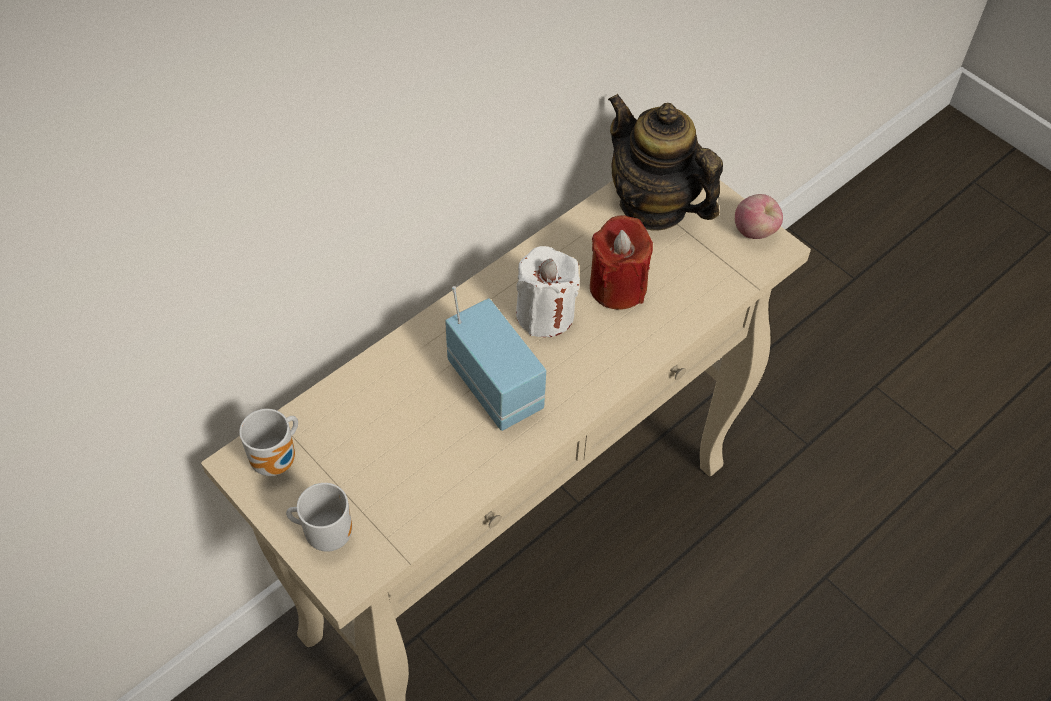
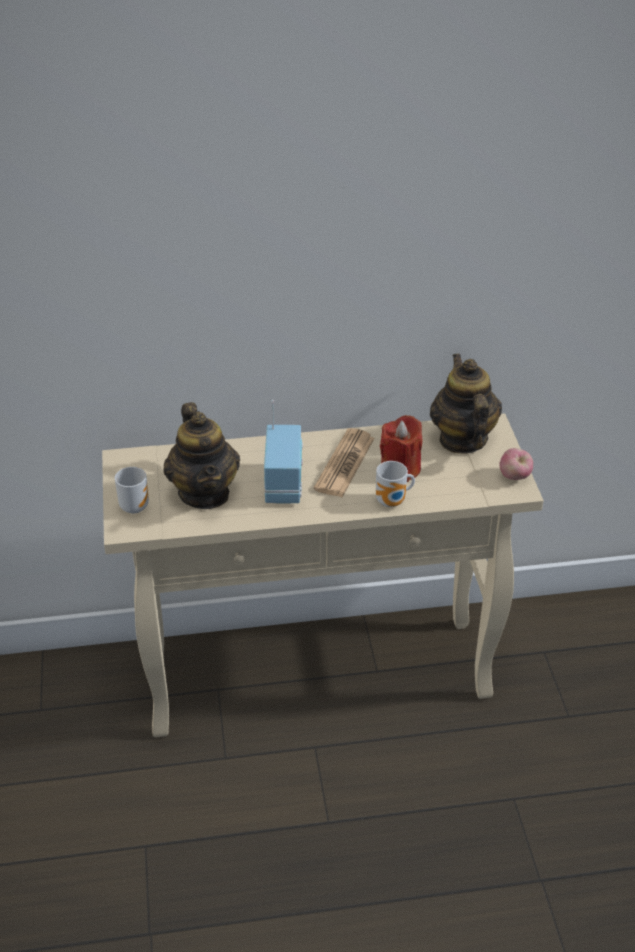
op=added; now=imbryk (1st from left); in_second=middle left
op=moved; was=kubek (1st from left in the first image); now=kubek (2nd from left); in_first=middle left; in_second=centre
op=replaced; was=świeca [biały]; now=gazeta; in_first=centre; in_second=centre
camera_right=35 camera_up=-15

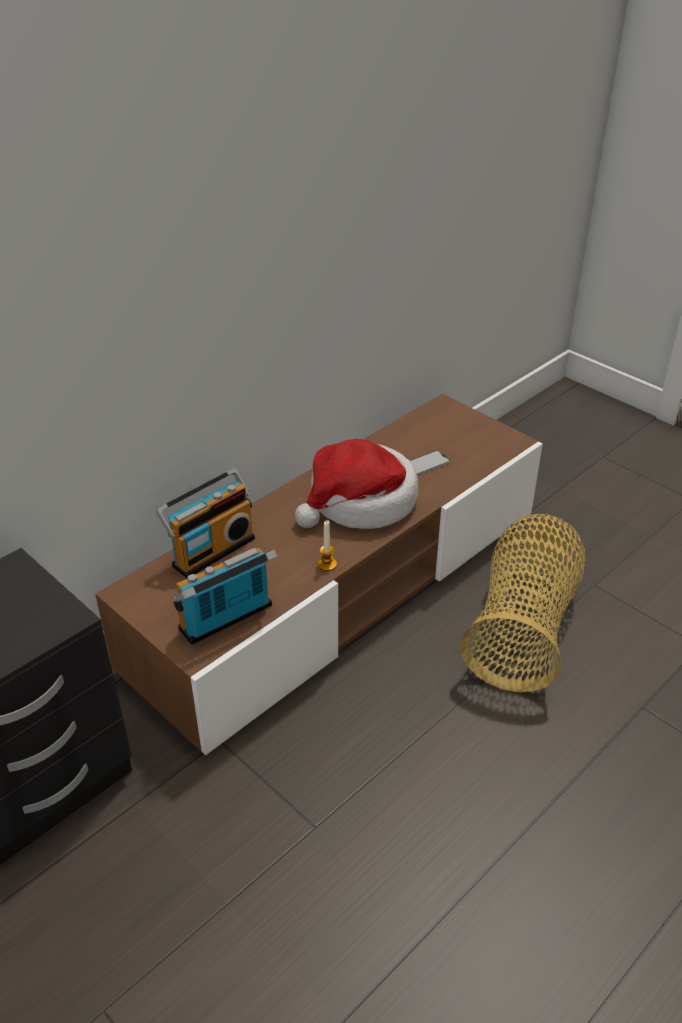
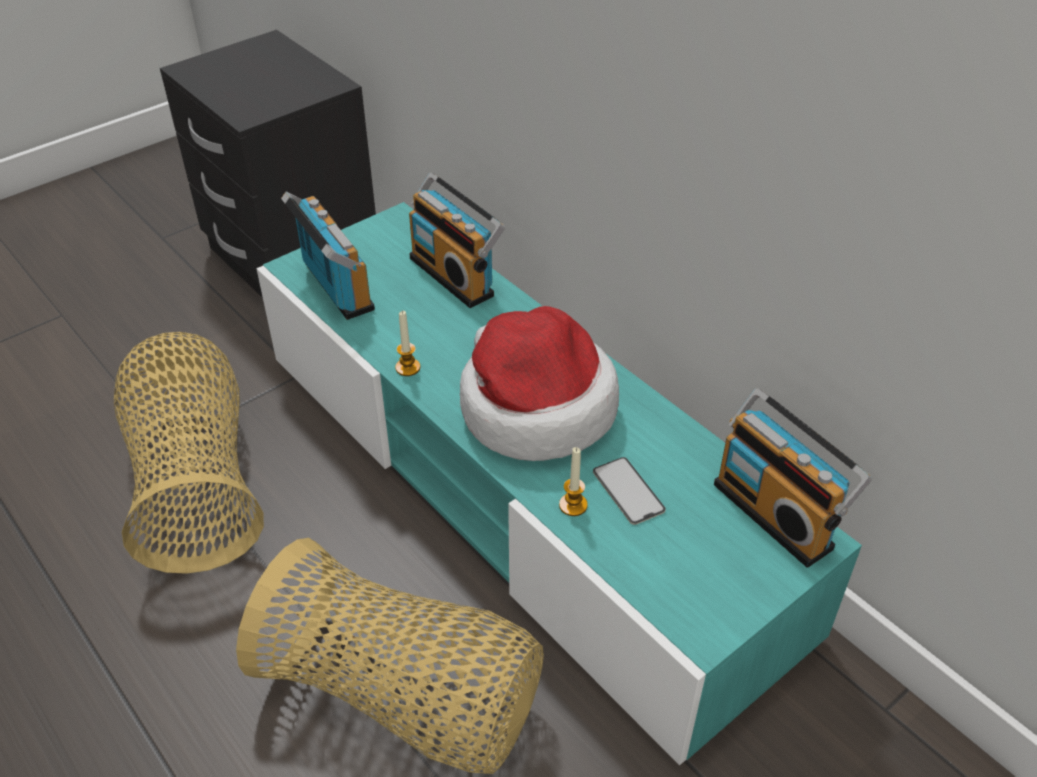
op=added; now=koszyk (1st from left); in_second=middle left
op=added; now=świeca (2nd from left); in_second=centre
op=added; now=radio (3rd from left); in_second=middle right
op=recoloured; was=szafka pod telewizor [brązowy]; now=szafka pod telewizor [turkusowy]; in_first=centre; in_second=centre
camera_right=95 camera_up=5

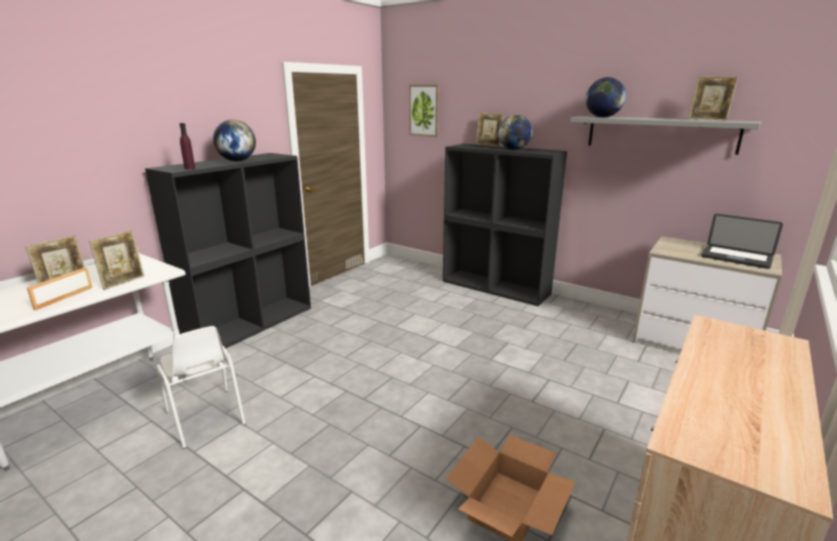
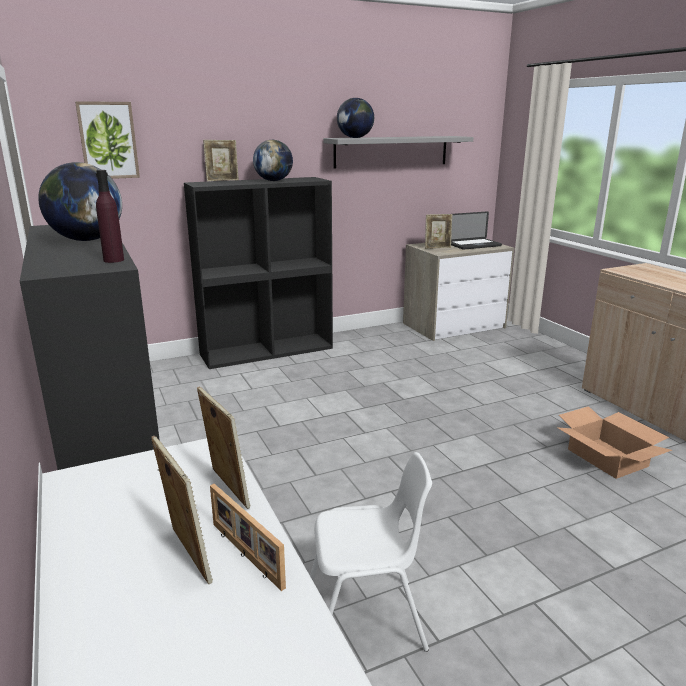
op=moved; was=ramka na zdjęcie (5th from left); in_first=top right; in_second=centre
camera_right=-60 camera_up=0

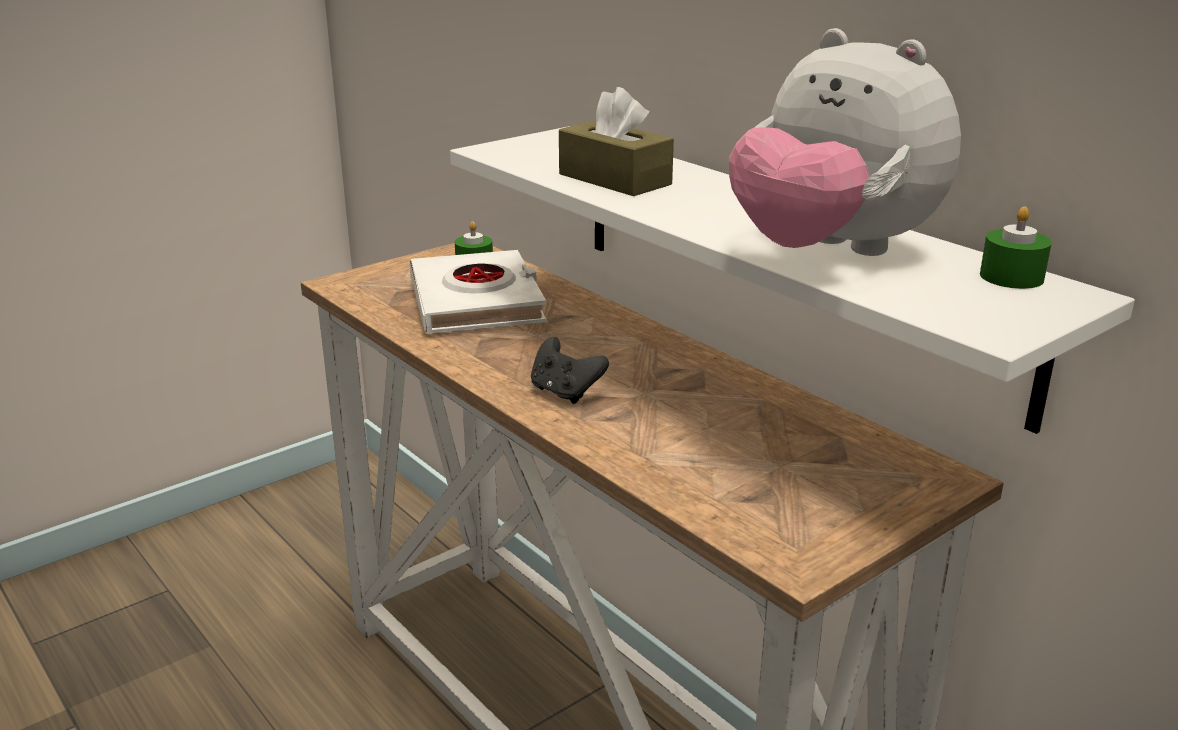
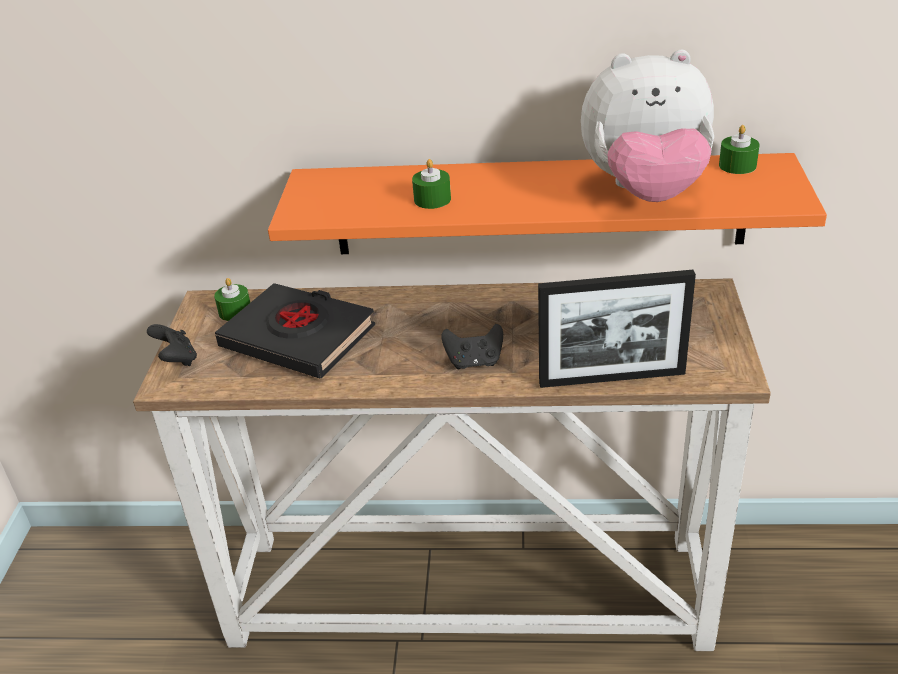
op=added; now=pad do gier [czarny] (1st from left); in_second=middle left
op=added; now=ramka na zdjęcie; in_second=middle right
op=replaced; was=pudełko chusteczek [brązowy]; now=świeca [zielony] (2nd from left); in_first=top centre; in_second=top centre
op=recoloured; was=książka [biały]; now=książka [czarny]; in_first=centre; in_second=middle left
op=recoloured; was=półka [biały]; now=półka [pomarańczowy]; in_first=middle right; in_second=top centre
camera_right=-45 camera_up=10

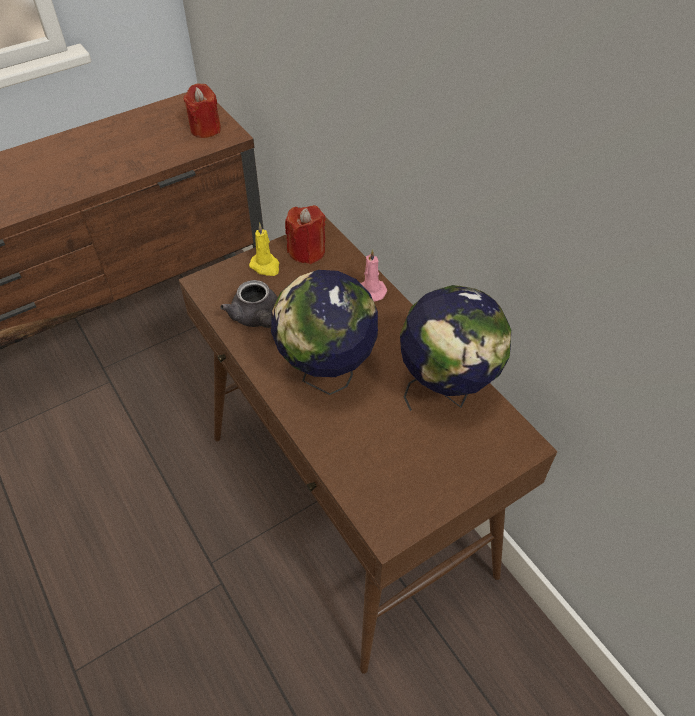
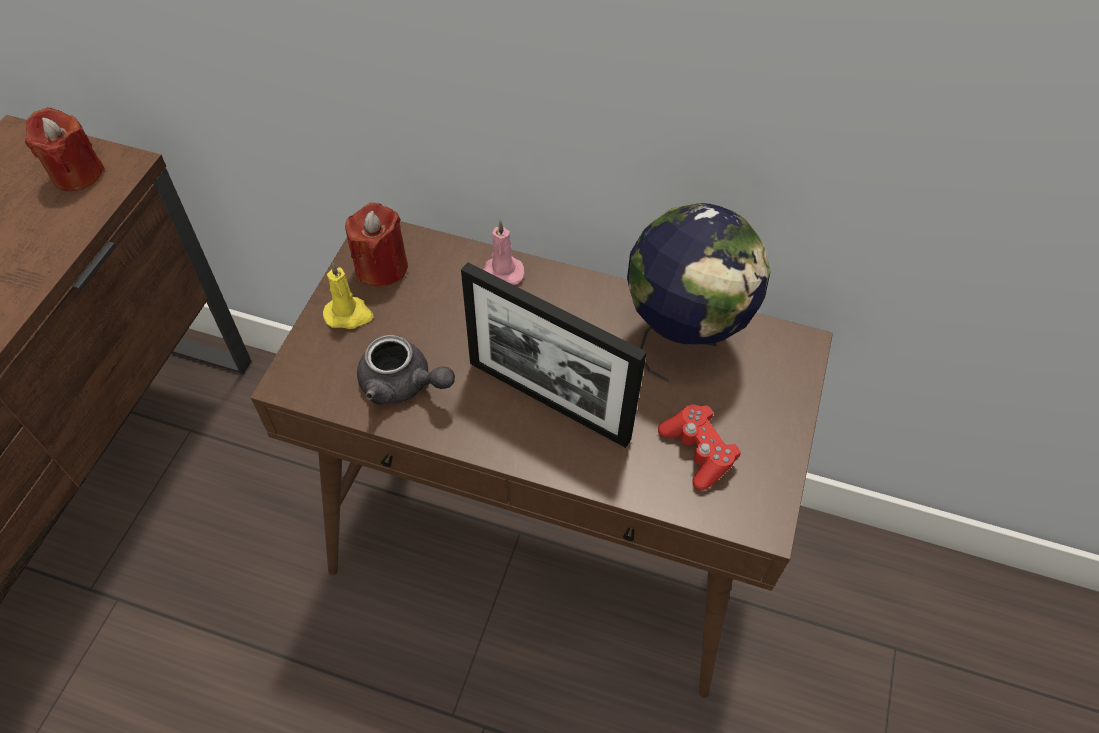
op=added; now=pad do gier [czerwony]; in_second=centre
op=replaced; was=globus (1st from left); now=ramka na zdjęcie; in_first=centre; in_second=centre
camera_right=-40 camera_up=5

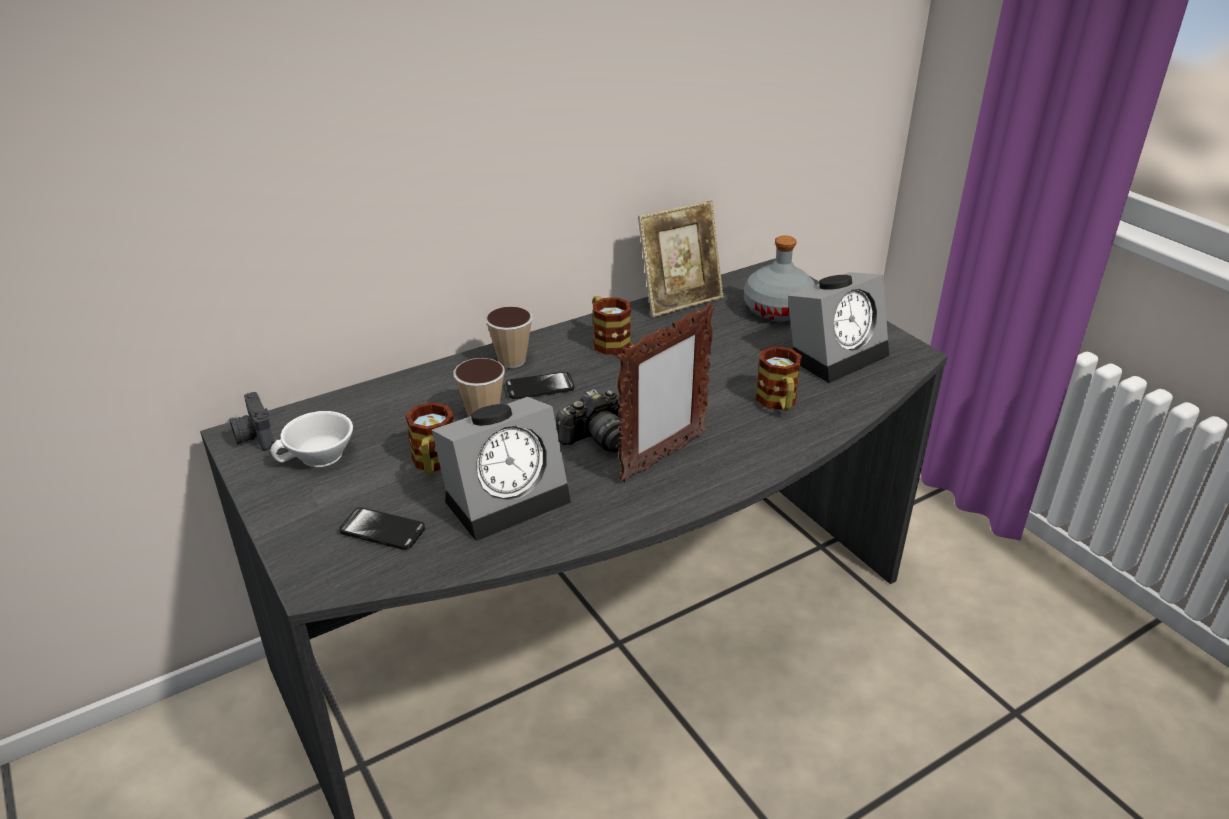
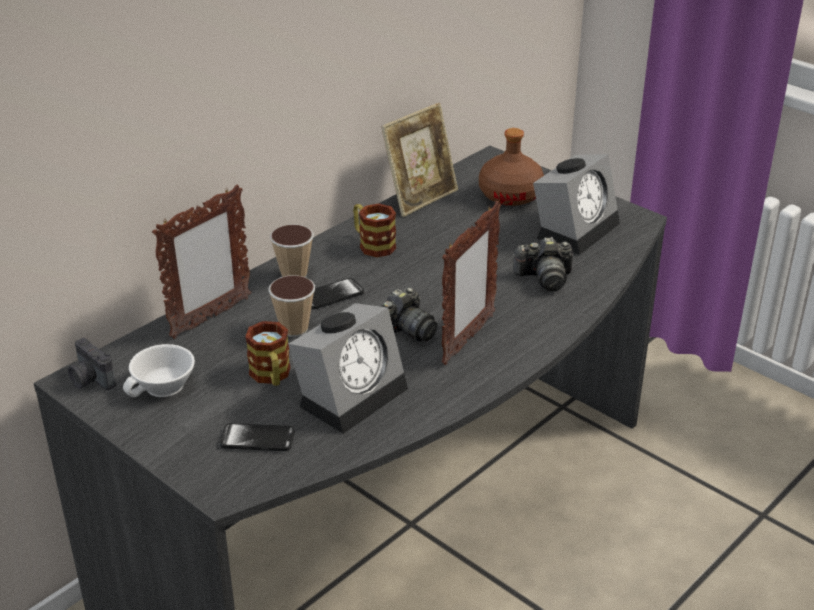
op=added; now=ramka na zdjęcie (1st from left); in_second=middle left
op=replaced; was=kubek (3rd from left); now=aparat fotograficzny (3rd from left); in_first=centre; in_second=middle right
op=recoloured; was=butelka [szary]; now=butelka [brązowy]; in_first=centre; in_second=top centre
camera_right=-15 camera_up=0

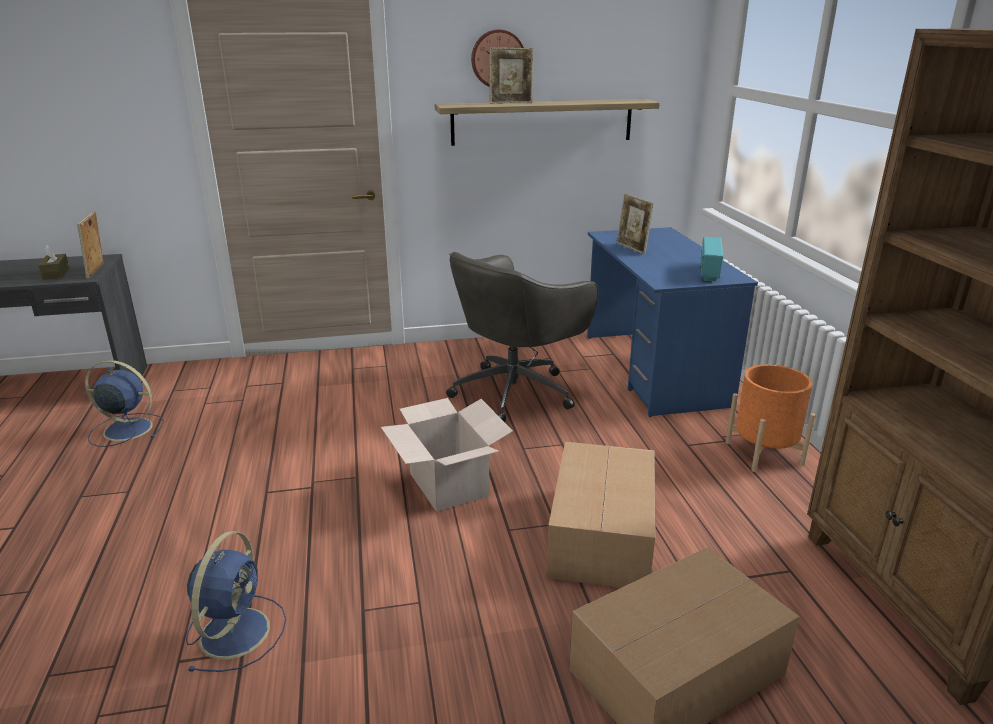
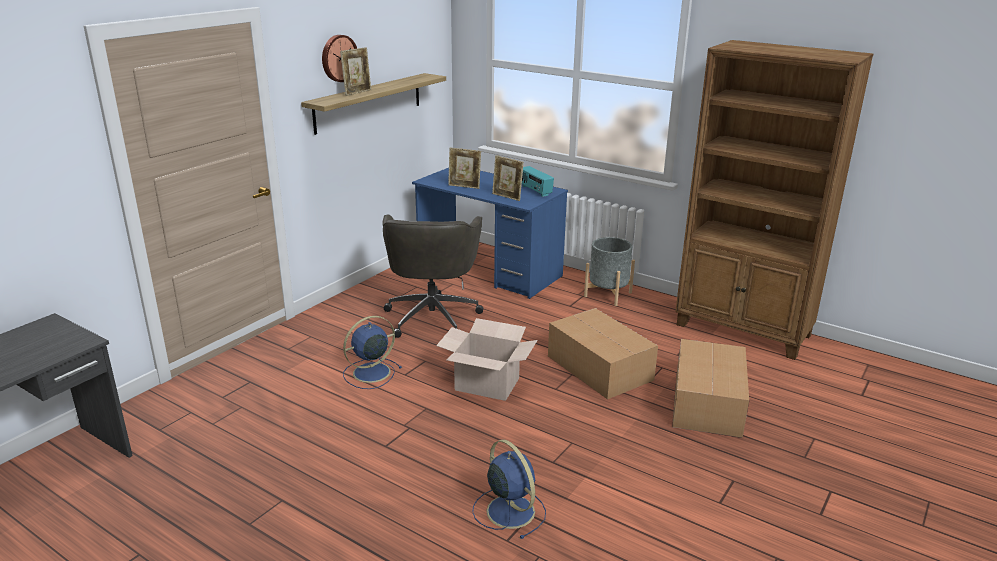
op=removed; was=pudełko chusteczek [brązowy]; in_first=middle left
op=moved; was=ramka na zdjęcie (1st from left in the first image); now=ramka na zdjęcie (3rd from left); in_first=middle left; in_second=top centre
op=moved; was=wentylator [niebieski] (1st from left); in_first=middle left; in_second=centre
op=recoloured; was=donica [pomarańczowy]; now=donica [szary]; in_first=middle right; in_second=centre
camera_right=-45 camera_up=0

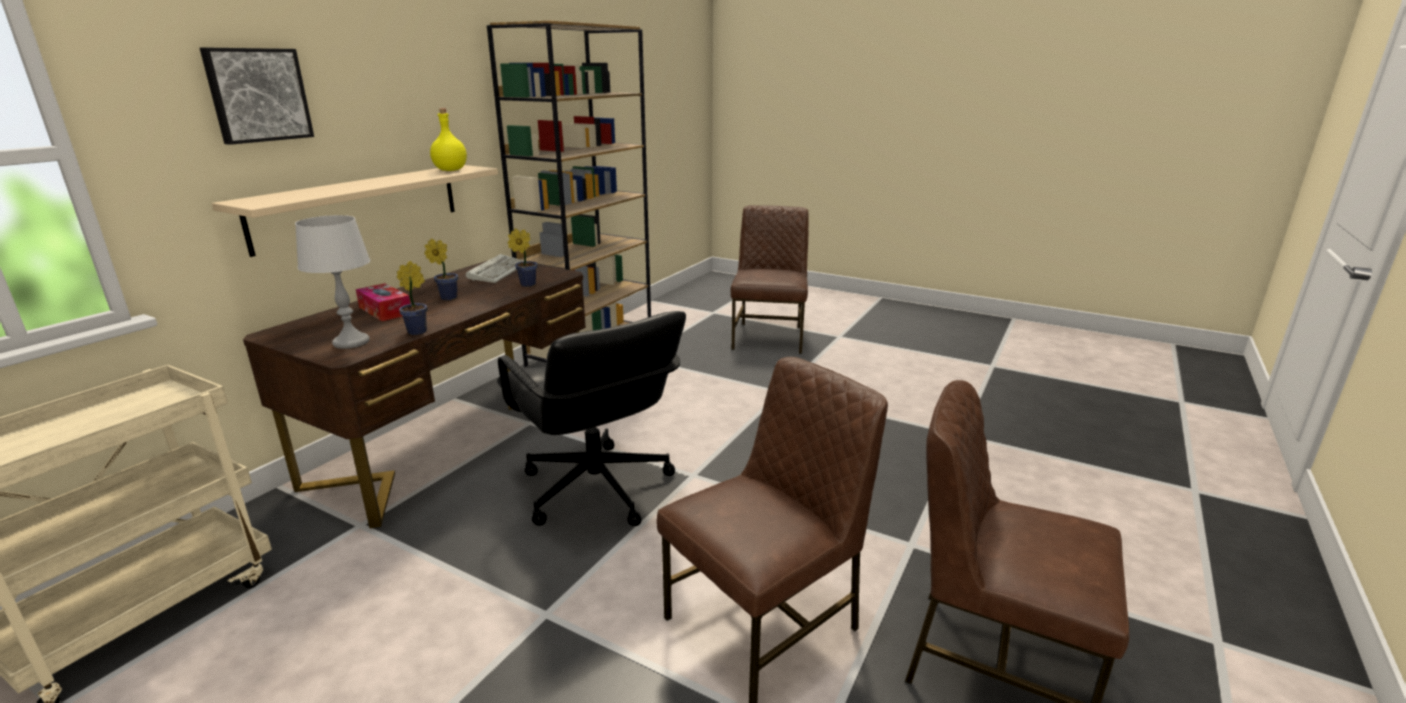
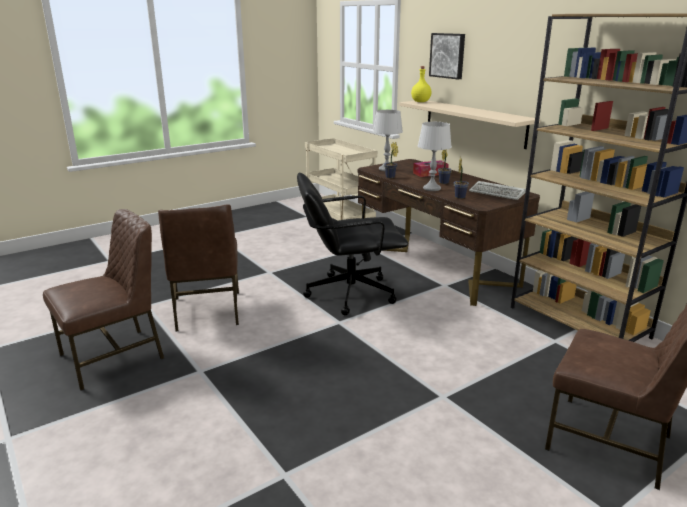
op=added; now=lampa stołowa [szary] (2nd from left); in_second=top centre
op=moved; was=butelka [żółty]; in_first=top left; in_second=top centre
camera_right=115 camera_up=0

